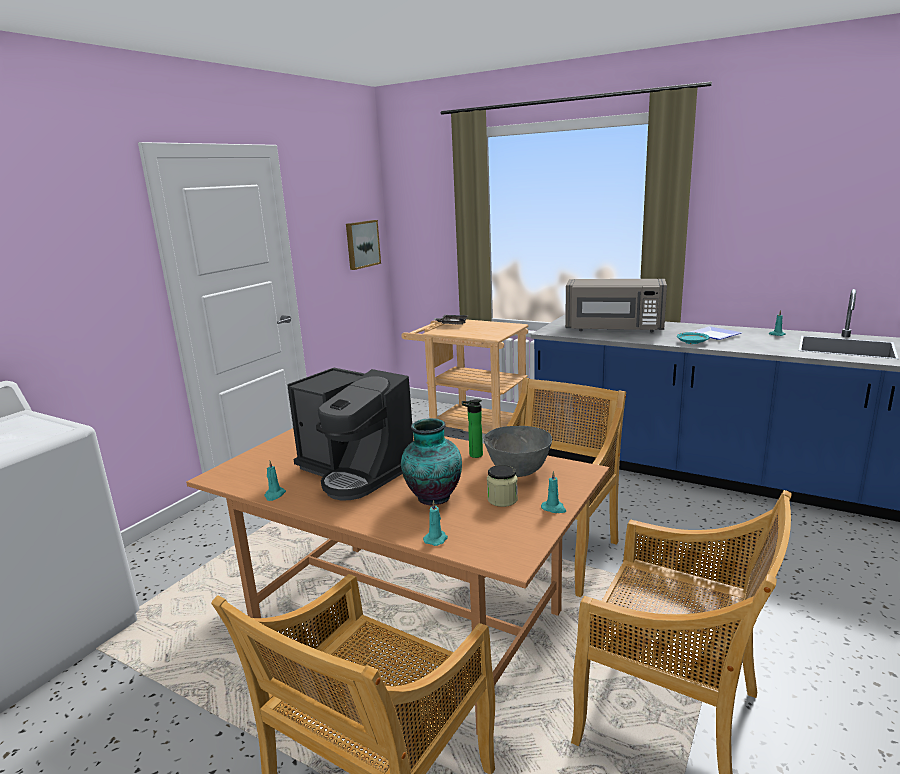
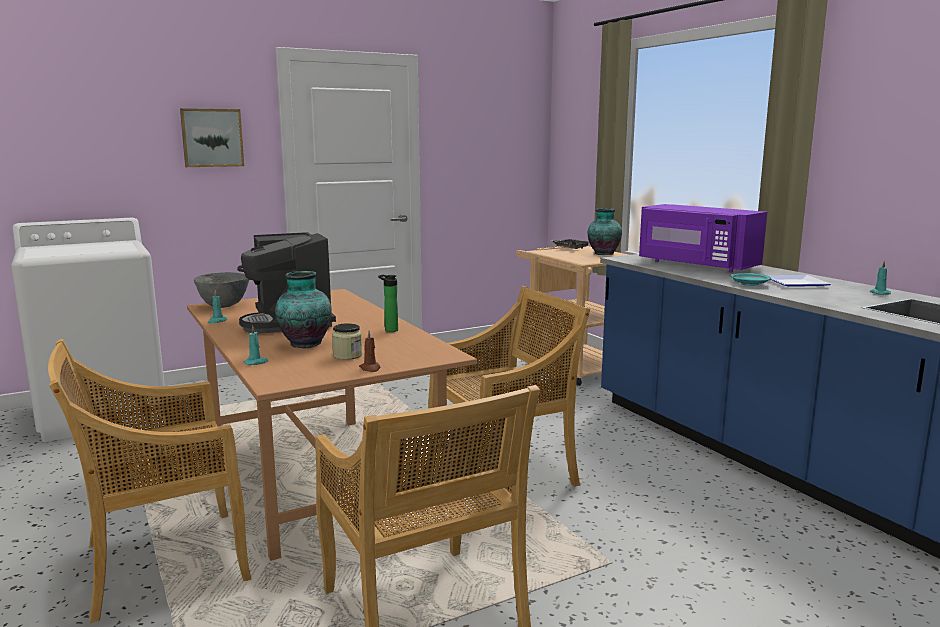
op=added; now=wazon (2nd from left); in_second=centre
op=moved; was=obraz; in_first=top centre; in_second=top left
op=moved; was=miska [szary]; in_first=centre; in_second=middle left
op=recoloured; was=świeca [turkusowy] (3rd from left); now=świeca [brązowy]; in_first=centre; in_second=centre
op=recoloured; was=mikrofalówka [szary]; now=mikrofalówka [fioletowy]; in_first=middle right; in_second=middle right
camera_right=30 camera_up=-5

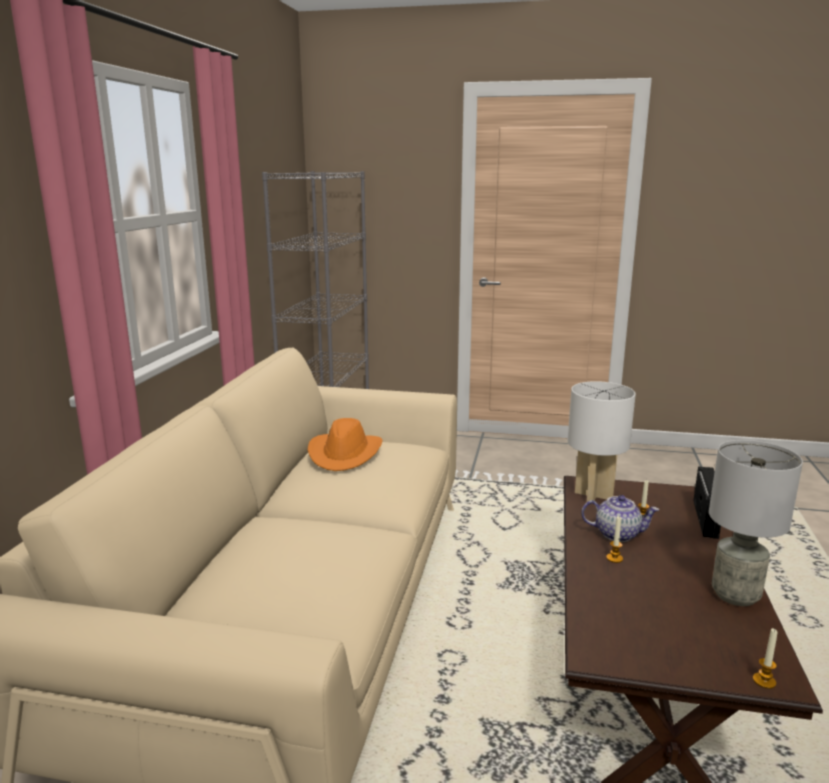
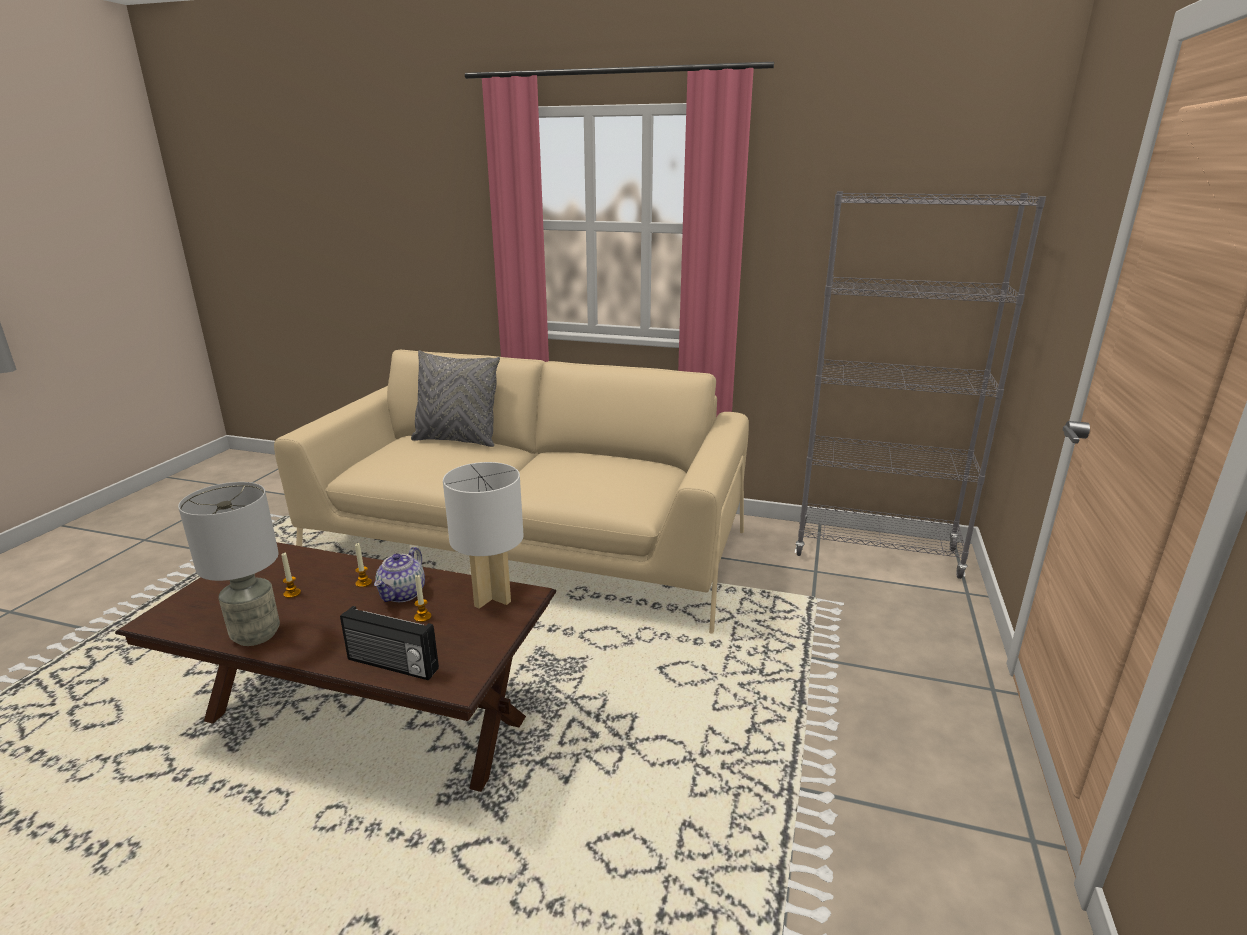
op=removed; was=kapelusz [pomarańczowy]; in_first=centre
op=added; now=poduszka [szary]; in_second=centre
op=moved; was=świeca (3rd from left in the first image); now=świeca (1st from left); in_first=bottom right; in_second=middle left
camera_right=95 camera_up=5

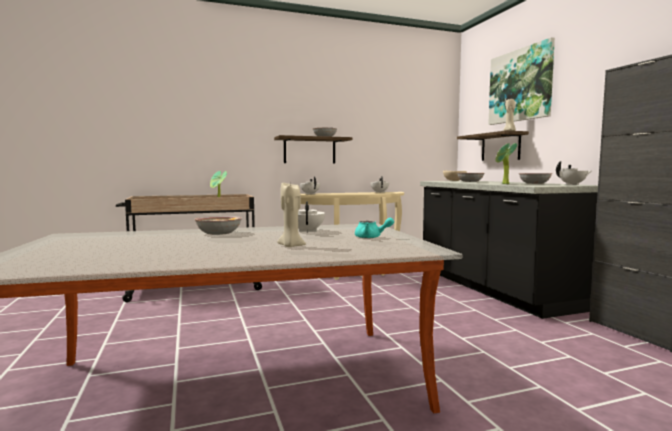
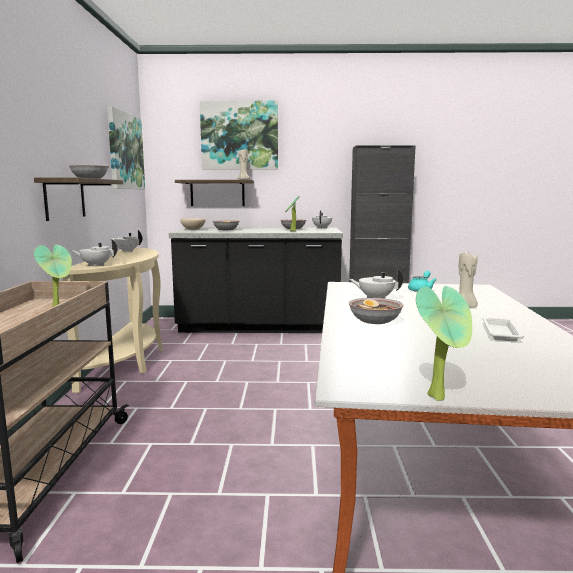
op=added; now=obraz (1st from left); in_second=top left
op=added; now=roślina doniczkowa (3rd from left); in_second=middle right
op=added; now=taca [biały]; in_second=middle right
camera_right=-70 camera_up=5

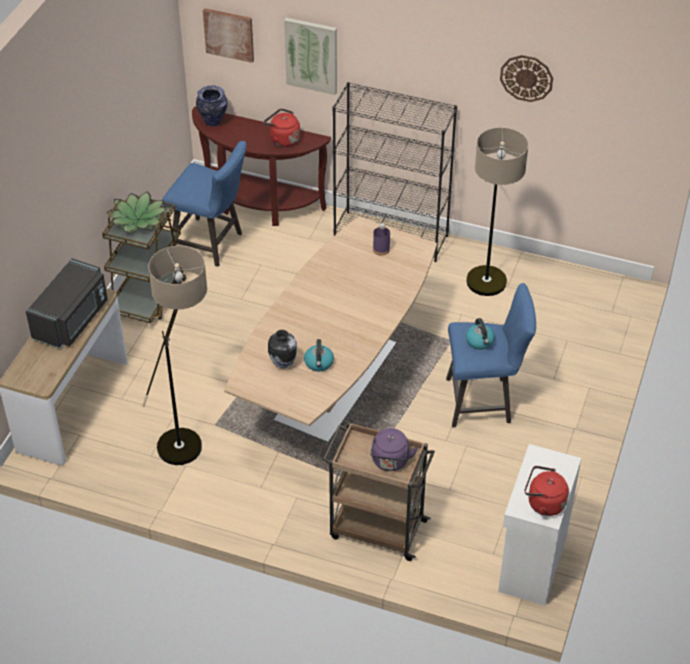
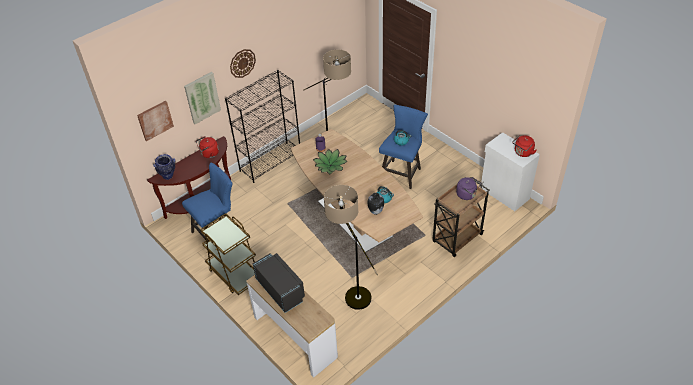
op=moved; was=roślina doniczkowa; in_first=top left; in_second=centre
op=moved; was=zegar ścienny; in_first=top right; in_second=top centre
camera_right=-60 camera_up=0

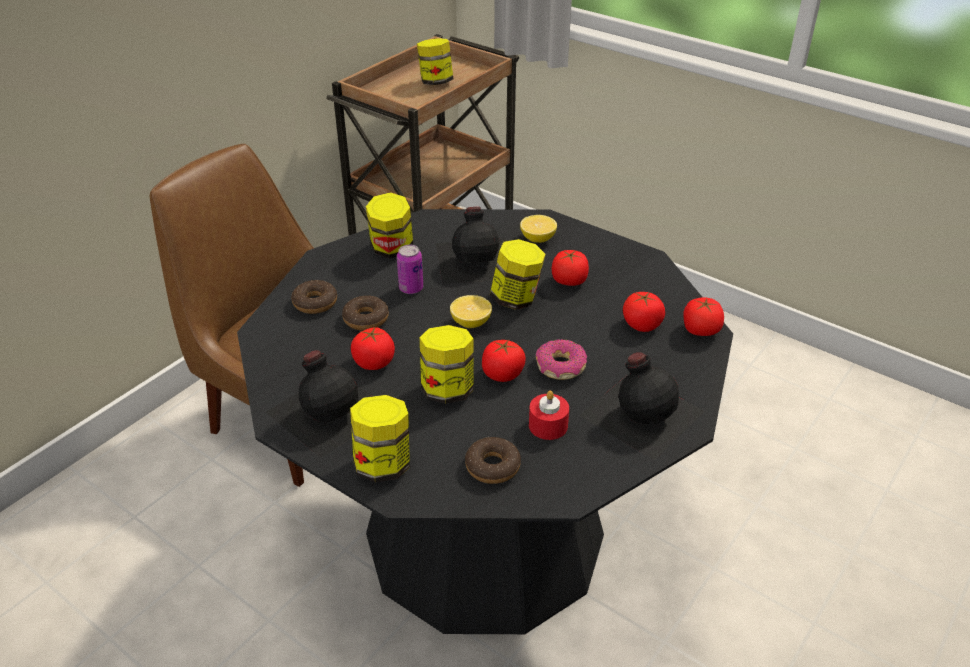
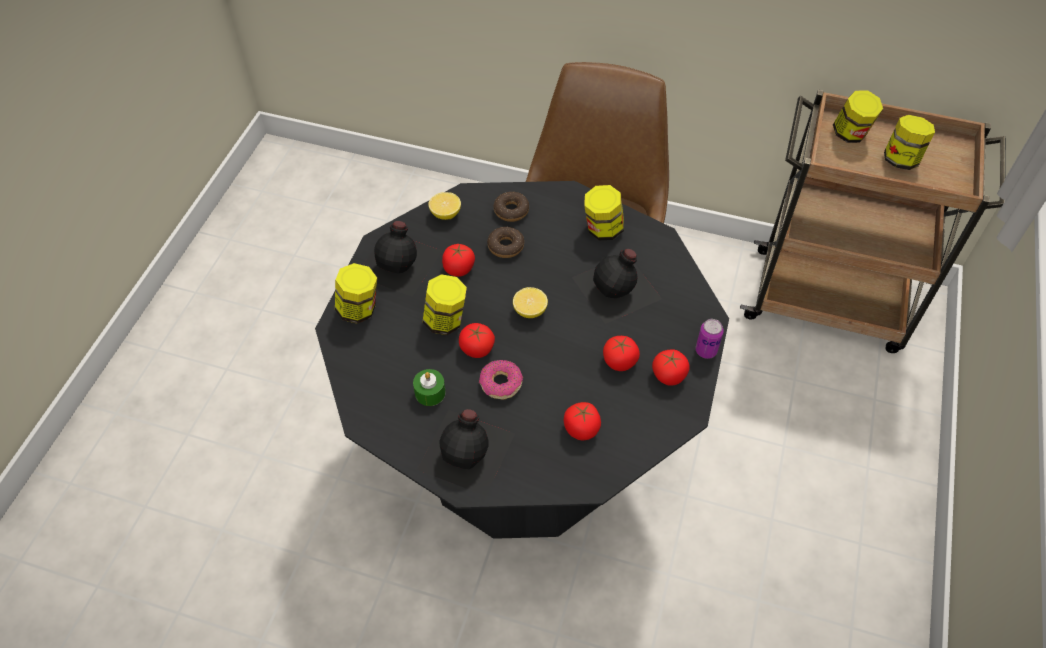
op=removed; was=donut (3rd from left); in_first=bottom centre
op=moved; was=puszka; in_first=centre; in_second=middle right
op=moved; was=słoik (5th from left in the first image); now=słoik (4th from left); in_first=centre; in_second=top right
op=moved; was=cytryna (2nd from left in the first image); now=cytryna (1st from left); in_first=centre; in_second=top centre
op=moved; was=pomidor (5th from left); in_first=middle right; in_second=centre
op=recoloured; was=świeca [czerwony]; now=świeca [zielony]; in_first=centre; in_second=centre
camera_right=70 camera_up=15

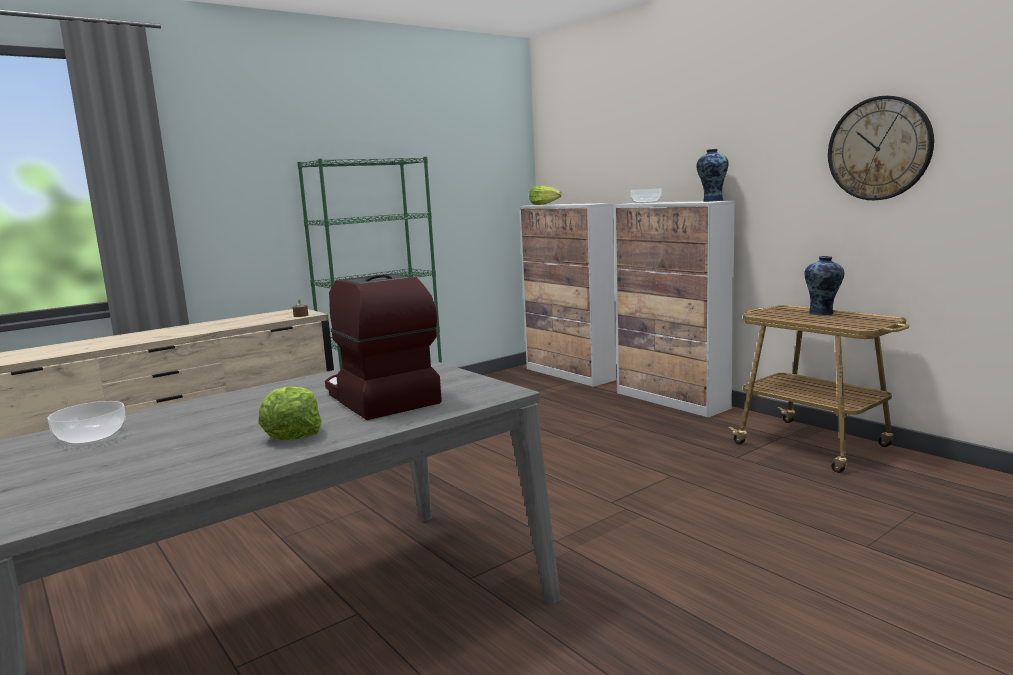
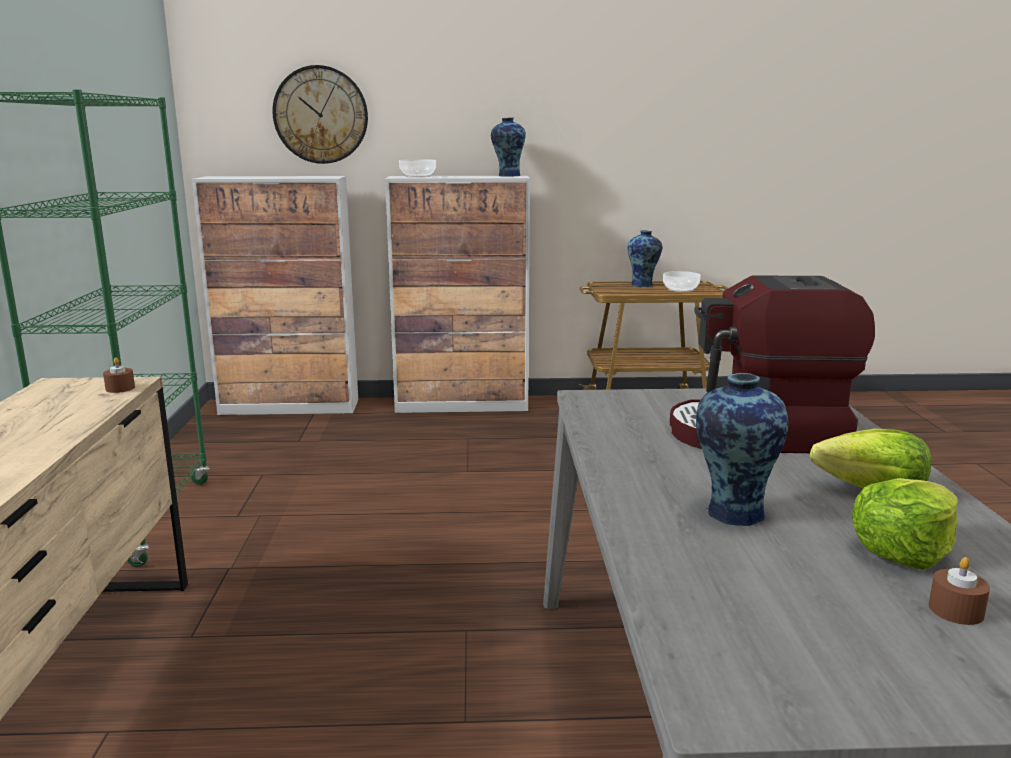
op=added; now=wazon (3rd from left); in_second=middle right
op=added; now=świeca [brązowy] (2nd from left); in_second=bottom right
op=moved; was=miska (1st from left in the first image); now=miska (2nd from left); in_first=middle left; in_second=middle right
op=moved; was=sałata (2nd from left); in_first=top centre; in_second=bottom right
op=moved; was=zegar ścienny; in_first=top right; in_second=top left
camera_right=-55 camera_up=5

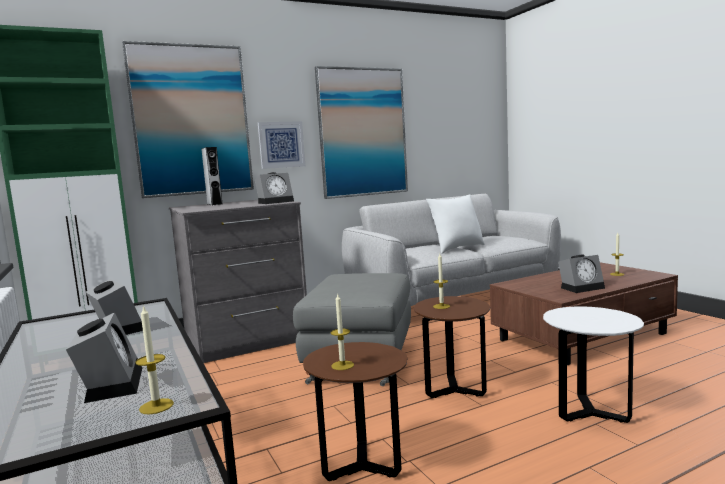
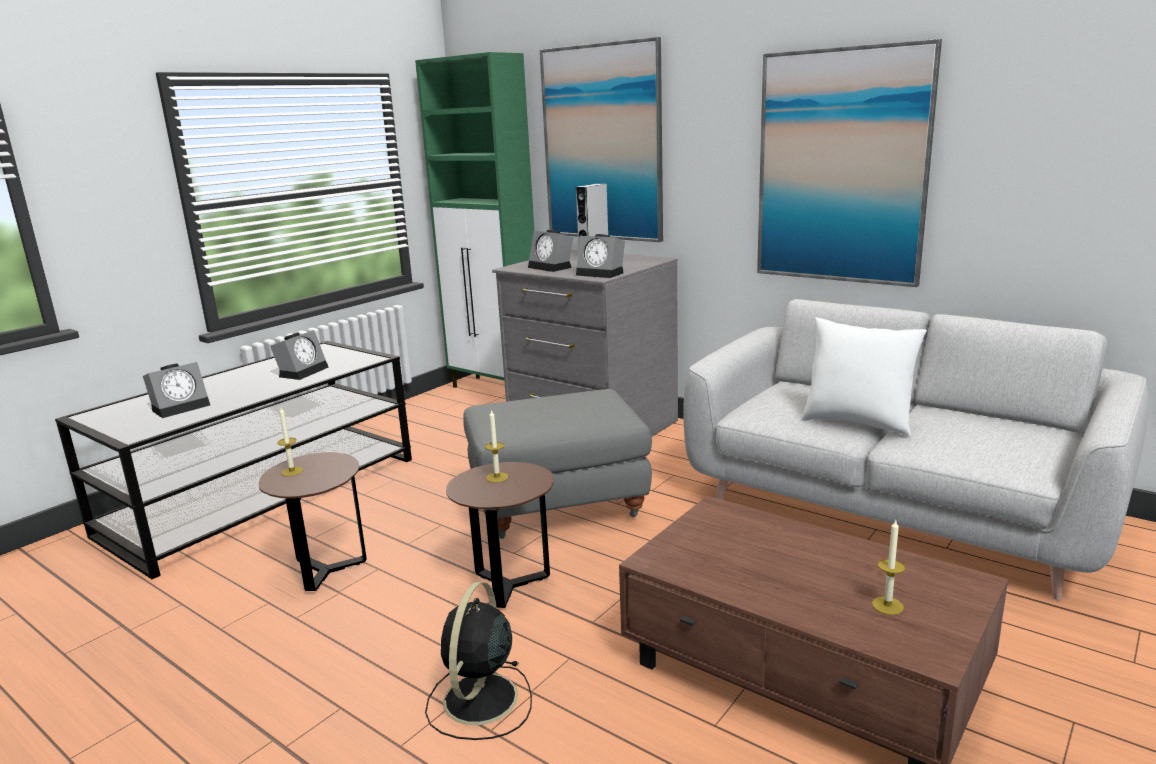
op=removed; was=świeca (1st from left); in_first=bottom left
op=removed; was=obraz (2nd from left); in_first=top centre
op=moved; was=budzik (4th from left in the first image); now=budzik (3rd from left); in_first=middle right; in_second=top centre
op=replaced; was=stolik [biały]; now=wentylator [czarny]; in_first=bottom right; in_second=bottom centre
camera_right=65 camera_up=10

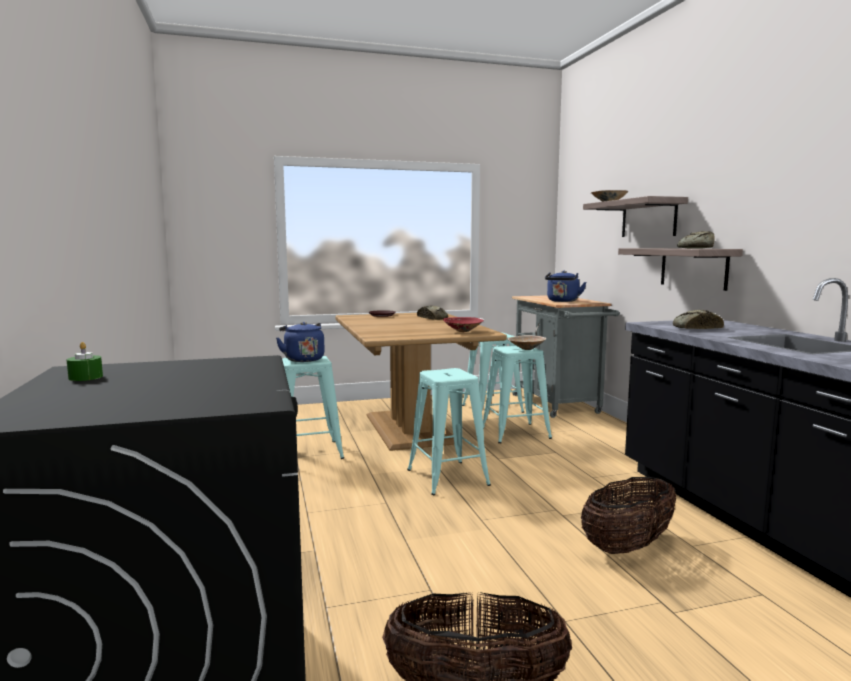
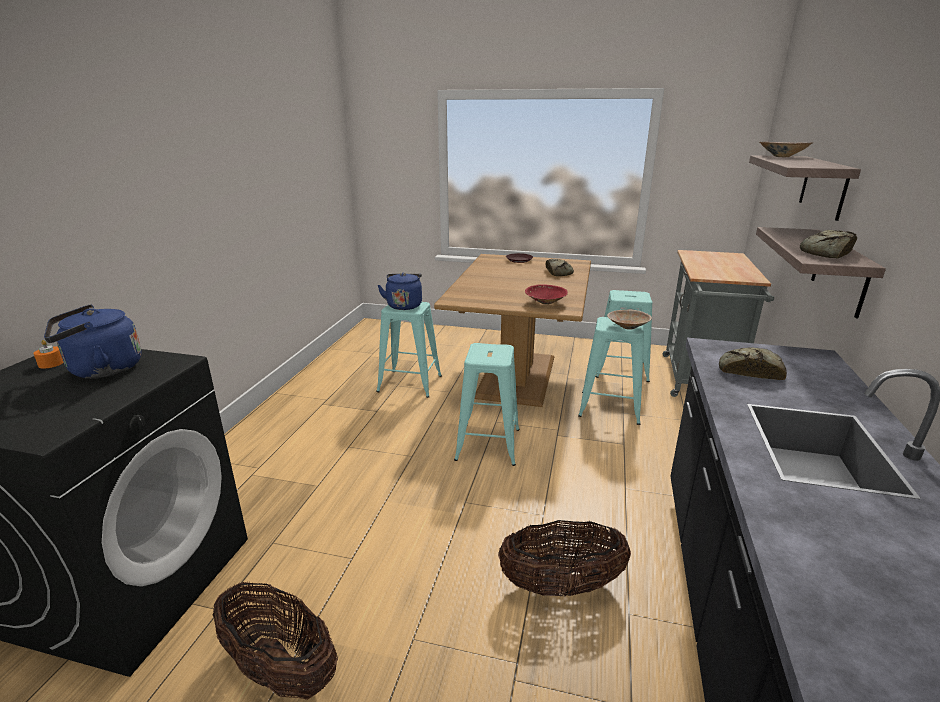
op=moved; was=czajnik [niebieski] (2nd from left in the first image); now=czajnik [niebieski] (1st from left); in_first=centre; in_second=middle left
op=recoloured; was=świeca [zielony]; now=świeca [pomarańczowy]; in_first=middle left; in_second=middle left
camera_right=30 camera_up=15

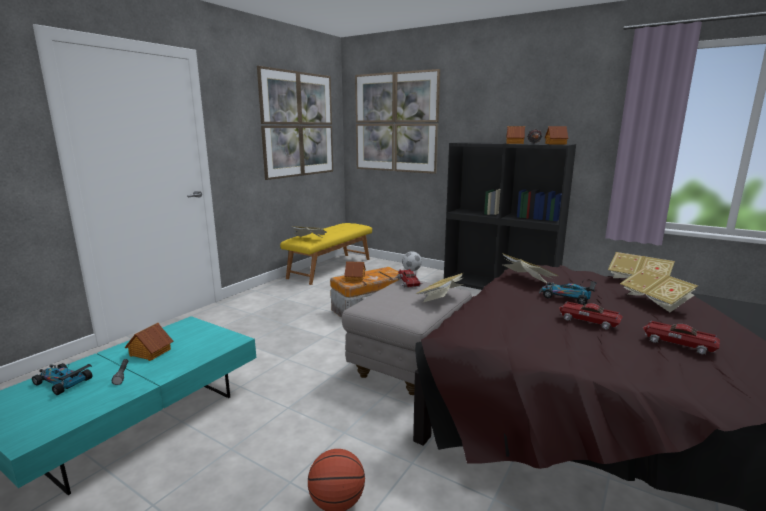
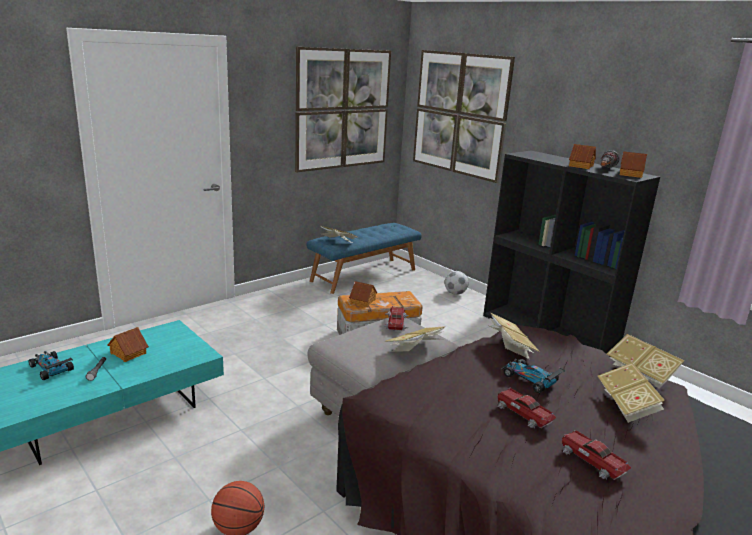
op=recoloured; was=ławka [żółty]; now=ławka [niebieski]; in_first=centre; in_second=centre
camera_right=15 camera_up=5

